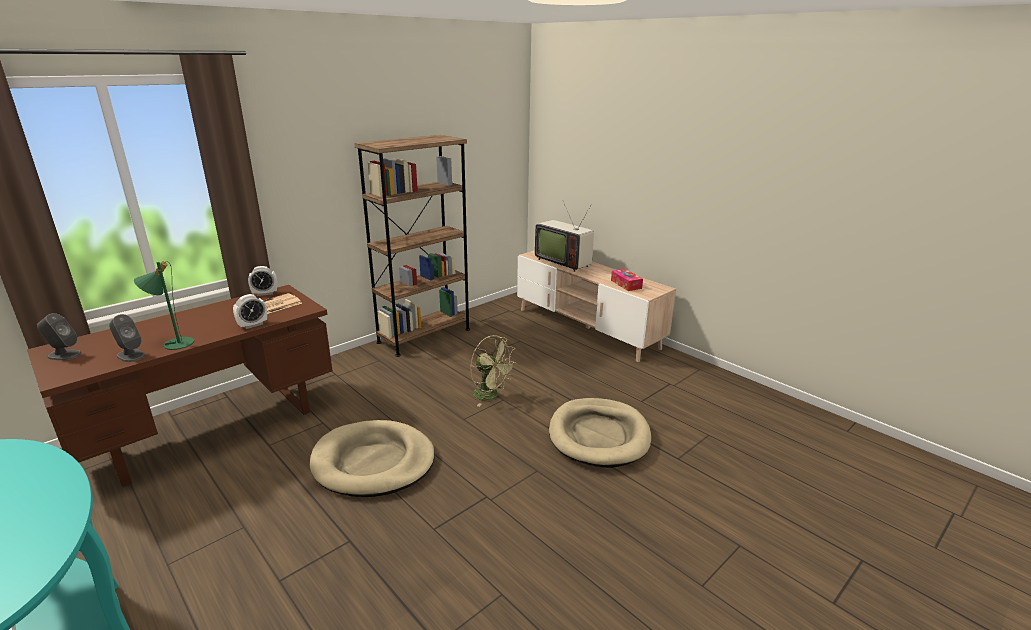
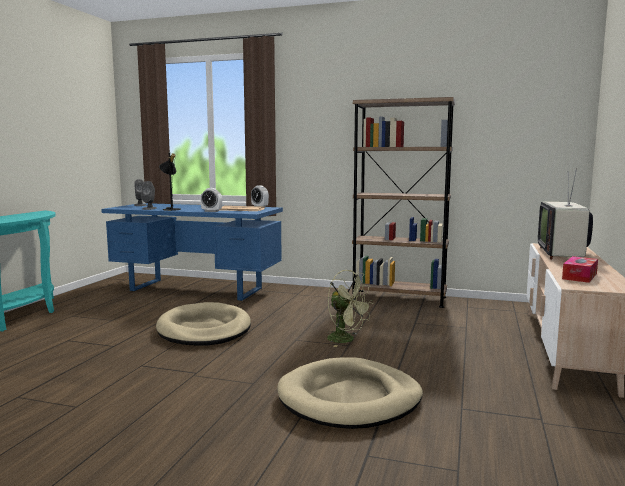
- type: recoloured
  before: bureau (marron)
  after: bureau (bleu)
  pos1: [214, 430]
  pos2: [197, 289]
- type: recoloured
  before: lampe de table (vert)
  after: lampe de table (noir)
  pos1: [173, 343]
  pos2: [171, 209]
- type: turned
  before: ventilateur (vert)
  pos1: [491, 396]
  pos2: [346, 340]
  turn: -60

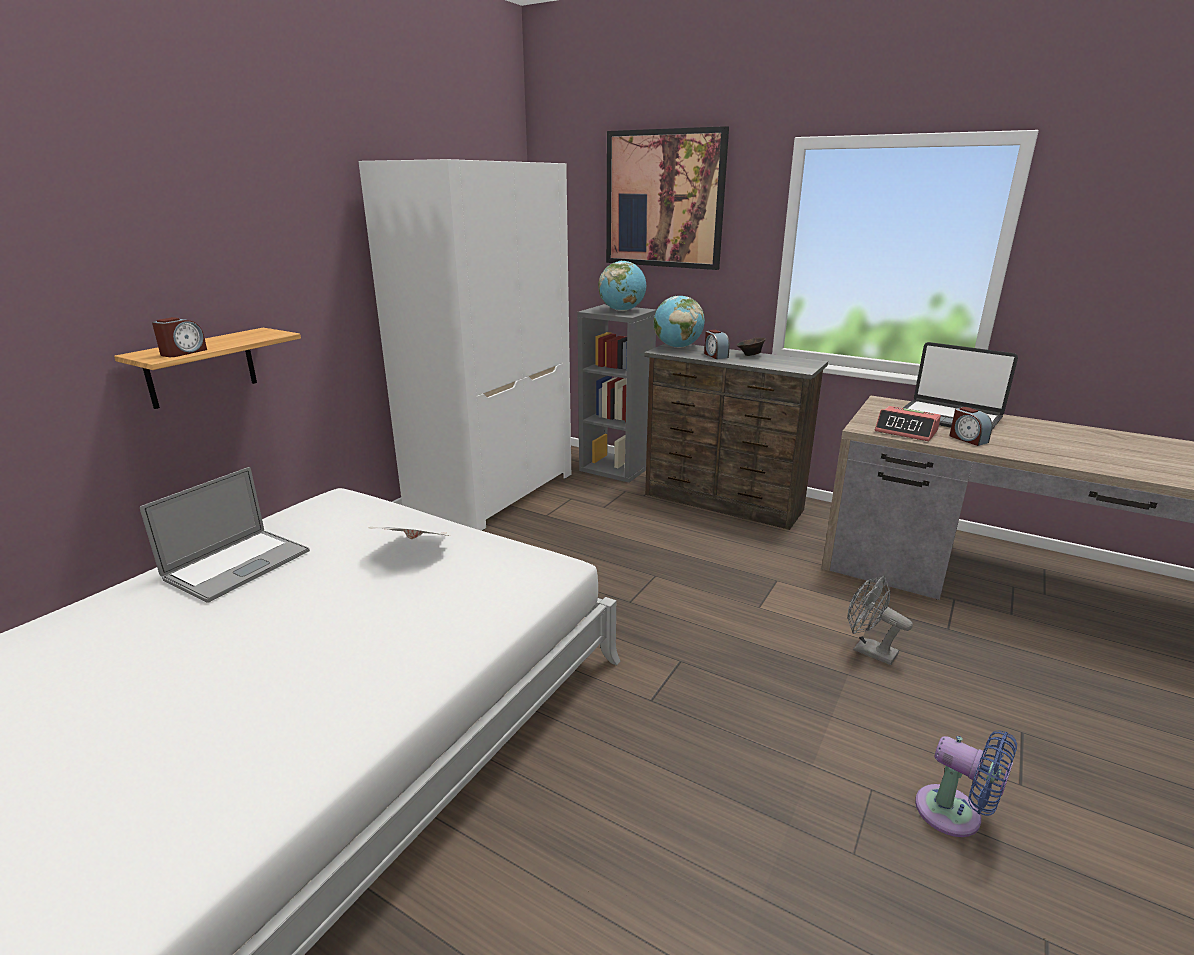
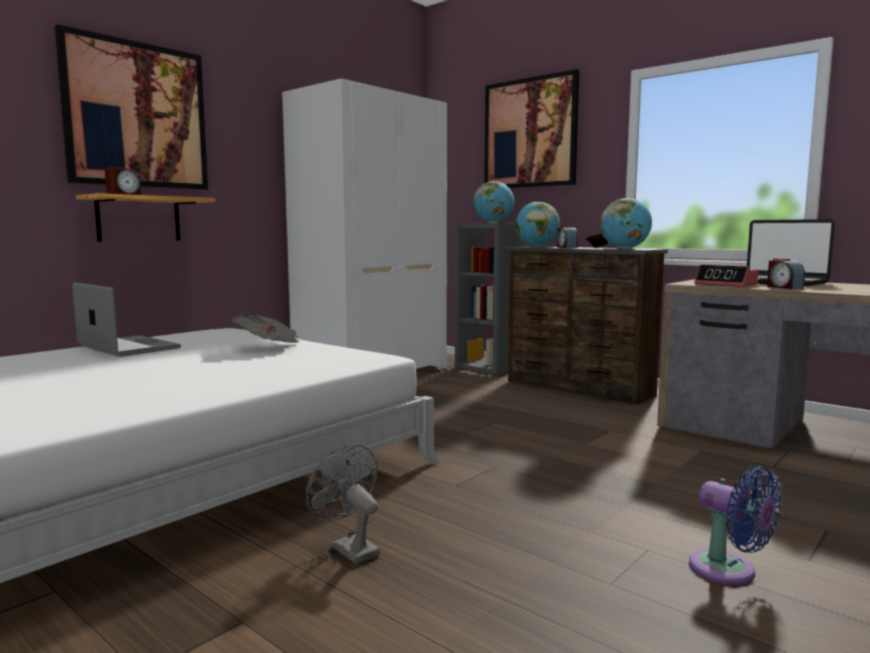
- type: added
  after: tableau
  pos2: [137, 115]
- type: turned
  before: ordinateur portable
  pos1: [238, 565]
  pos2: [128, 347]
  turn: -90
- type: moved
  before: ventilateur (gris)
  pos1: [868, 650]
  pos2: [349, 548]
- type: added
  after: globe
  pos2: [625, 249]

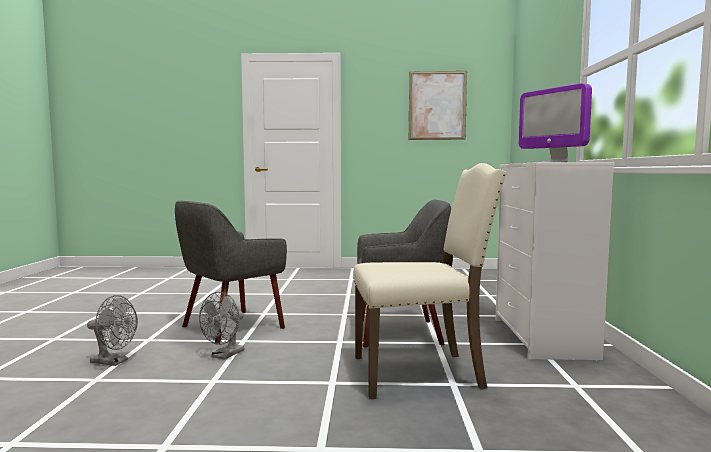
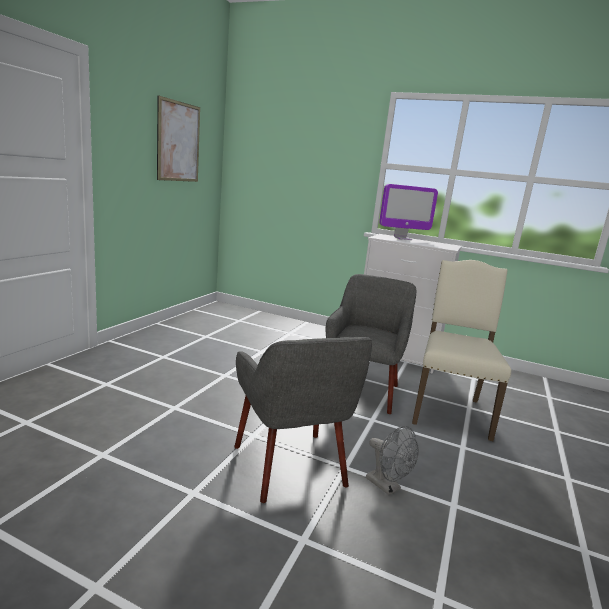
- type: removed
  before: ventilateur (gris)
  pos1: [114, 362]

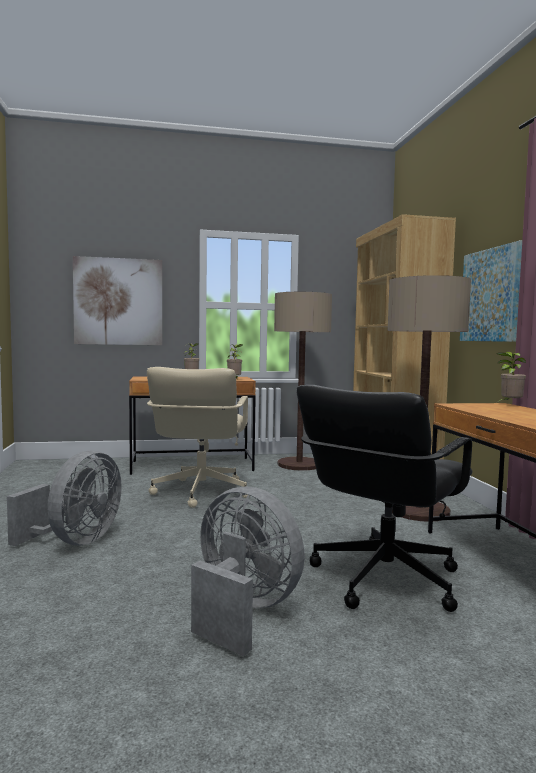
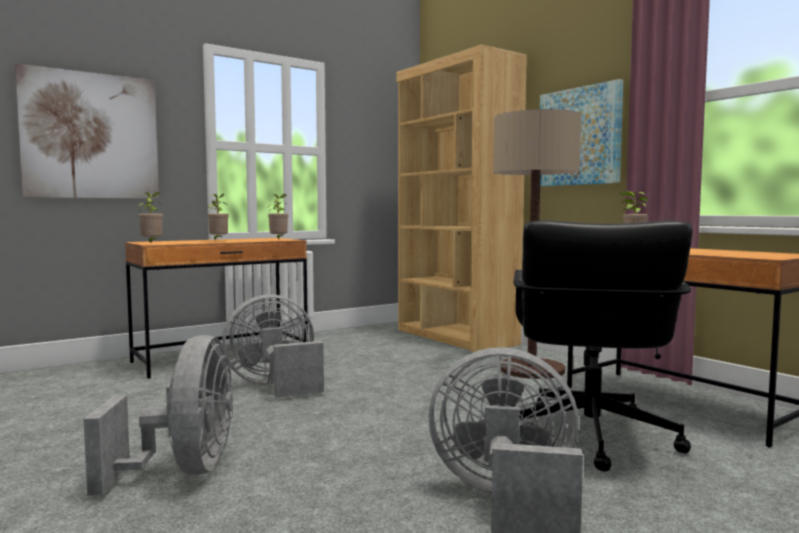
- type: added
  after: plante en pot
  pos2: [152, 244]
- type: replaced
  before: chaise de bureau (beige)
  after: ventilateur (gris)
  pos1: [200, 493]
  pos2: [275, 386]
- type: removed
  before: lampadaire
  pos1: [299, 464]

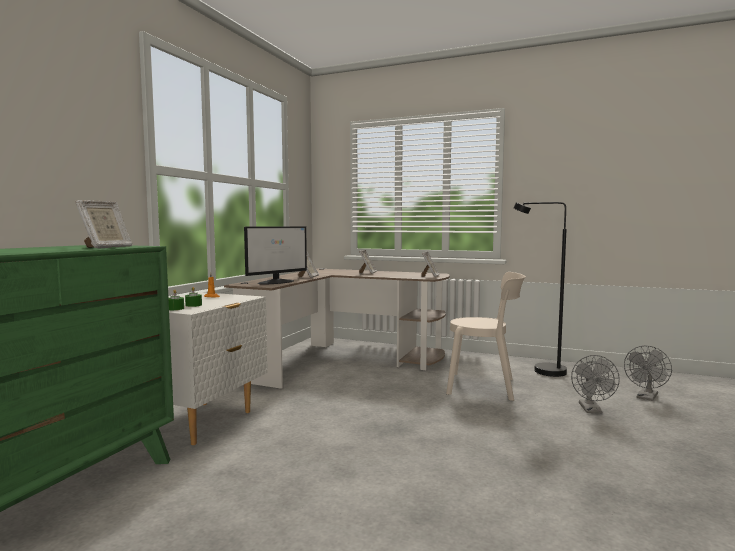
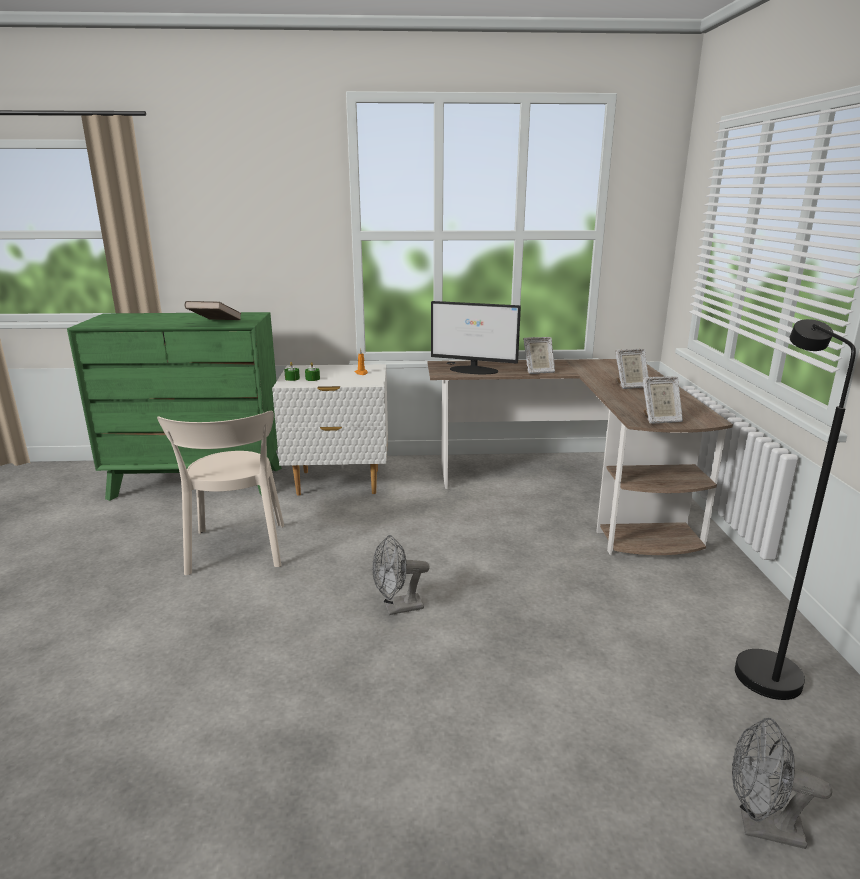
- type: moved
  before: chaise (beige)
  pos1: [485, 387]
  pos2: [237, 551]
- type: replaced
  before: cadre photo
  after: livre (marron)
  pos1: [106, 247]
  pos2: [215, 323]
- type: moved
  before: ventilateur (gris)
  pos1: [592, 410]
  pos2: [397, 608]

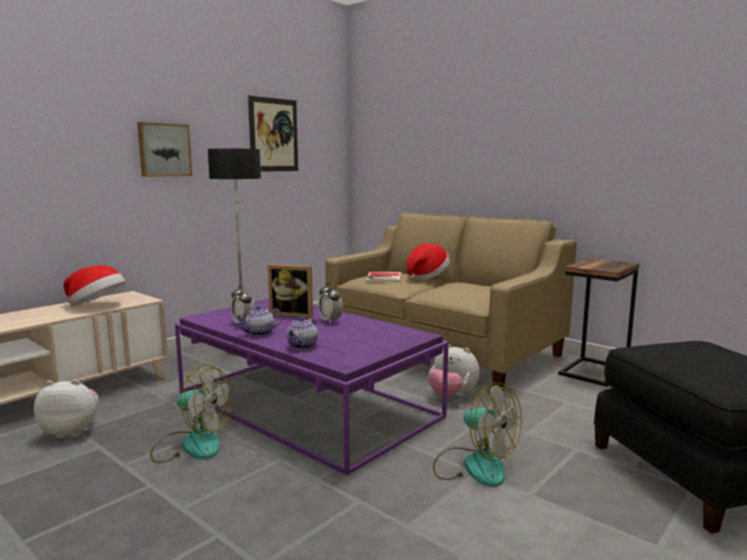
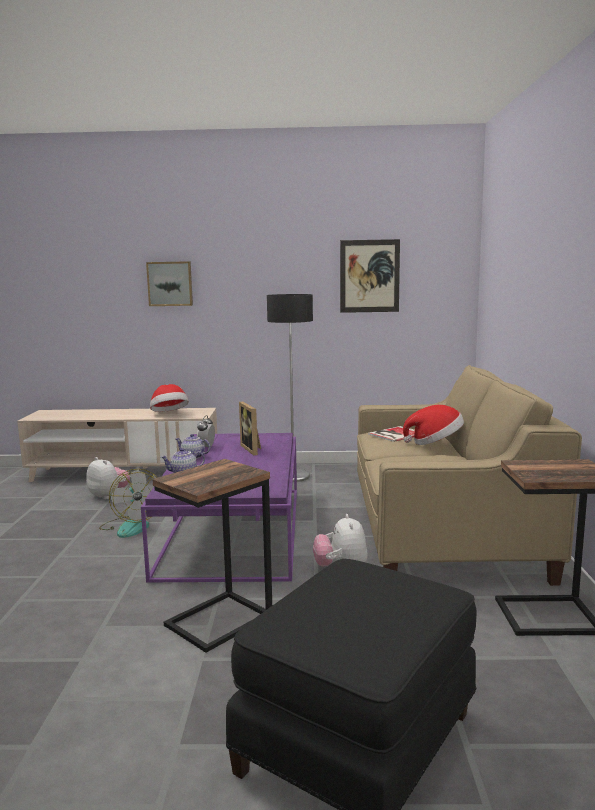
- type: moved
  before: tableau
  pos1: [164, 150]
  pos2: [170, 284]
- type: replaced
  before: ventilateur
  after: table d'appoint
  pos1: [474, 465]
  pos2: [220, 621]
- type: removed
  before: réveil
  pos1: [330, 321]

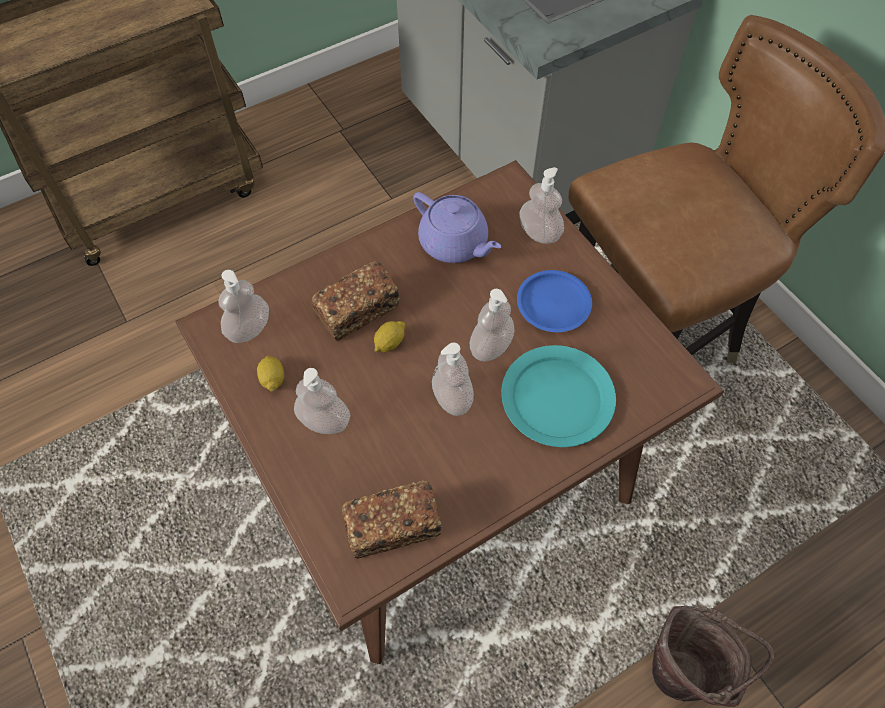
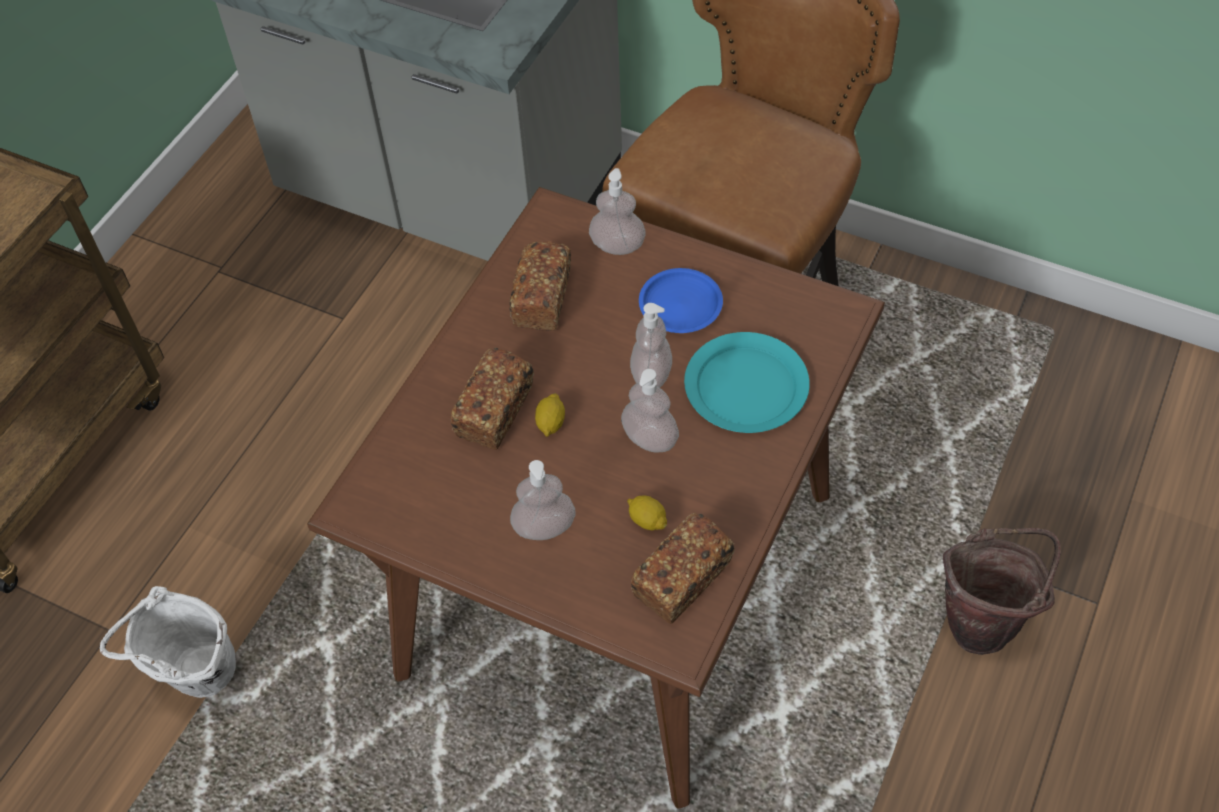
- type: added
  after: seau (blanc)
  pos2: [197, 681]
- type: replaced
  before: théière (violet)
  after: pain
  pos1: [454, 244]
  pos2: [542, 298]
- type: moved
  before: citron
  pos1: [272, 379]
  pos2: [647, 520]
- type: removed
  before: distributeur de savon
  pos1: [249, 329]

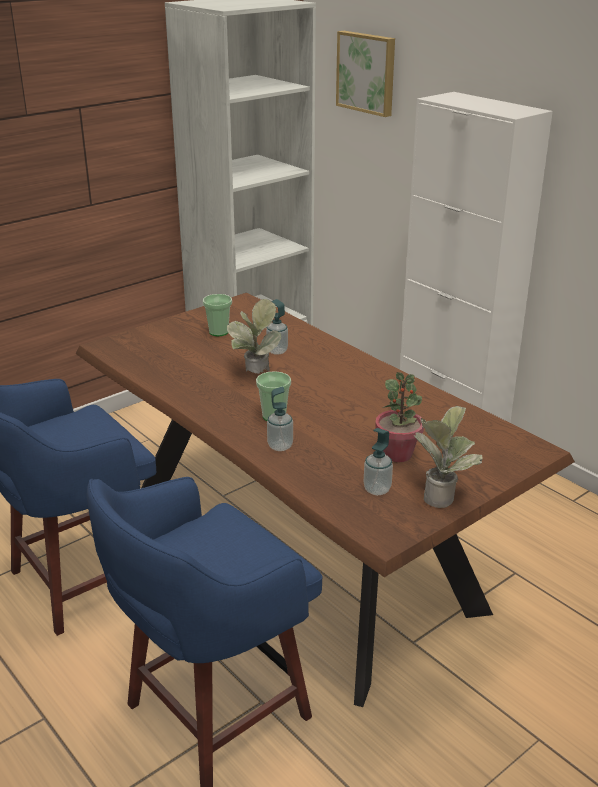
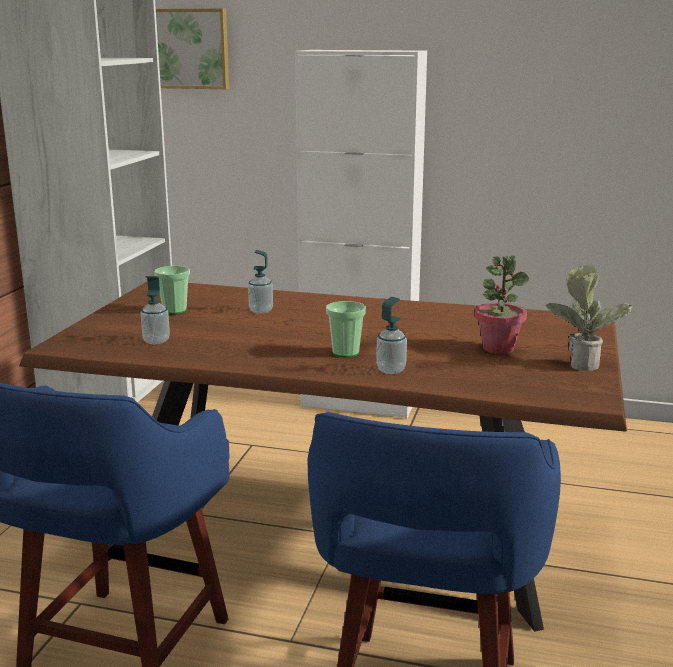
- type: moved
  before: distributeur de savon
  pos1: [377, 489]
  pos2: [156, 341]
- type: removed
  before: plante en pot
  pos1: [254, 376]

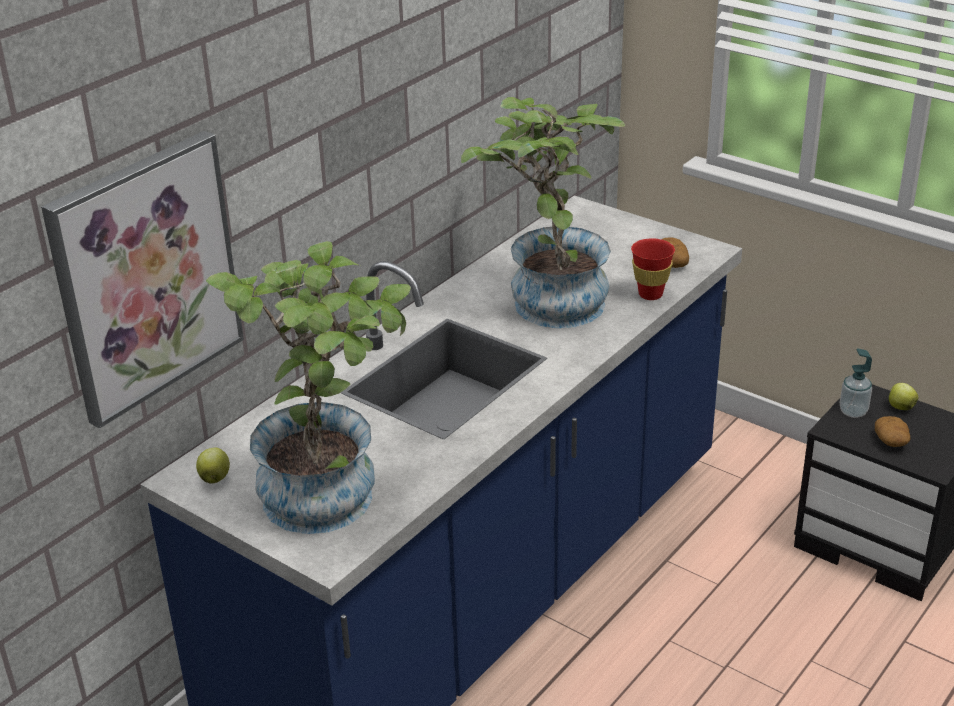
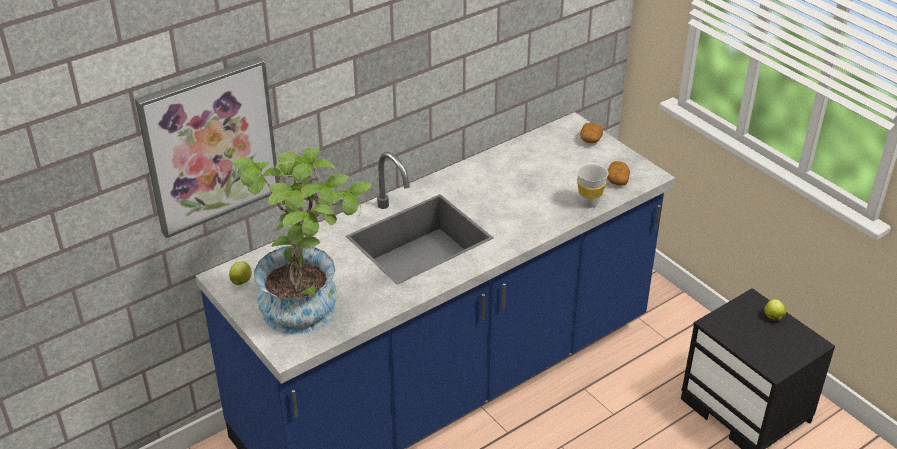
- type: recoloured
  before: tasse (rouge)
  after: tasse (blanc)
  pos1: [650, 294]
  pos2: [589, 203]
- type: moved
  before: pomme de terre
  pos1: [891, 441]
  pos2: [590, 140]
- type: removed
  before: plante en pot
  pos1: [547, 299]
- type: removed
  before: distributeur de savon
  pos1: [853, 411]

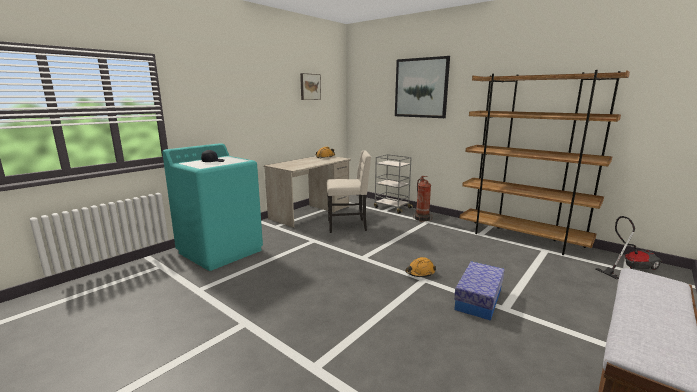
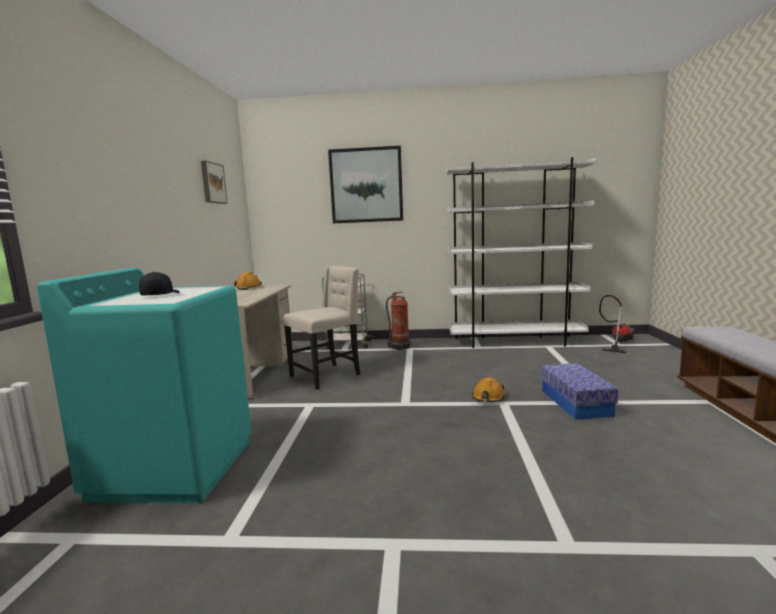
- type: recoloured
  before: bibliothèque (marron)
  after: bibliothèque (blanc)
  pos1: [521, 238]
  pos2: [515, 342]

